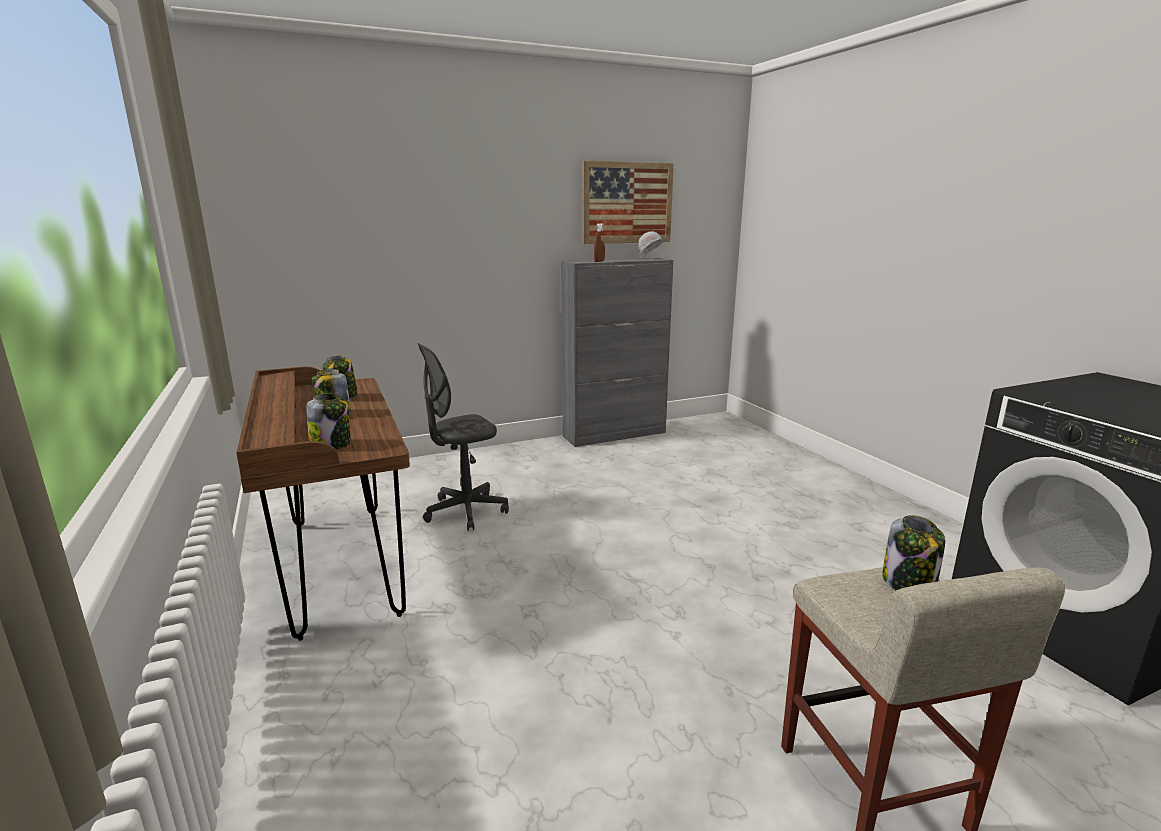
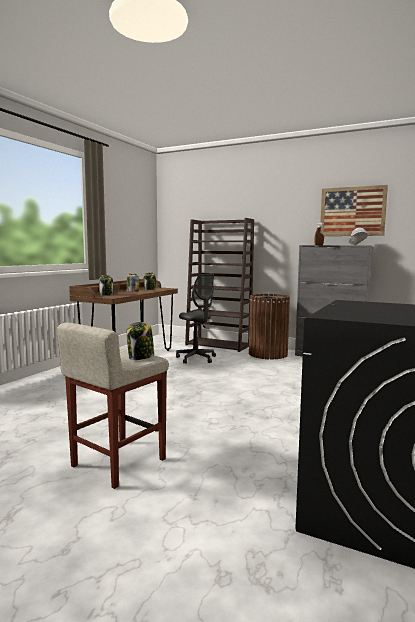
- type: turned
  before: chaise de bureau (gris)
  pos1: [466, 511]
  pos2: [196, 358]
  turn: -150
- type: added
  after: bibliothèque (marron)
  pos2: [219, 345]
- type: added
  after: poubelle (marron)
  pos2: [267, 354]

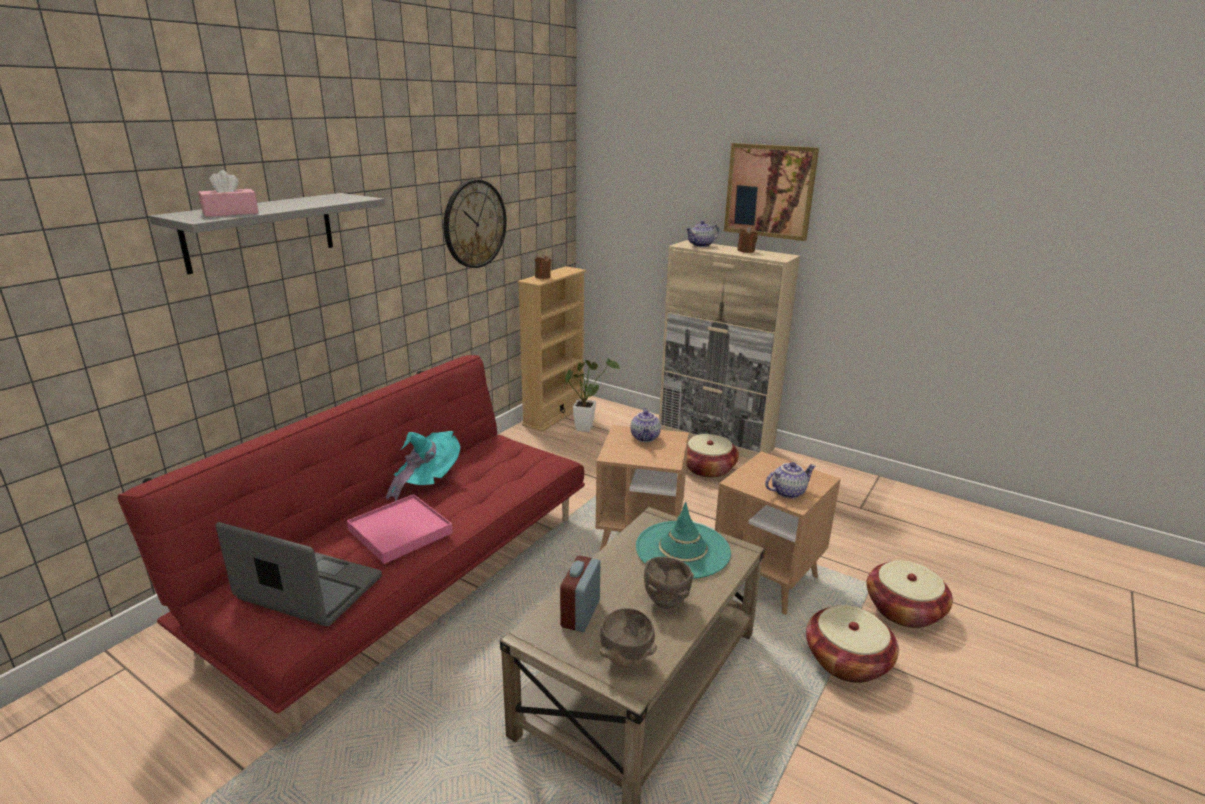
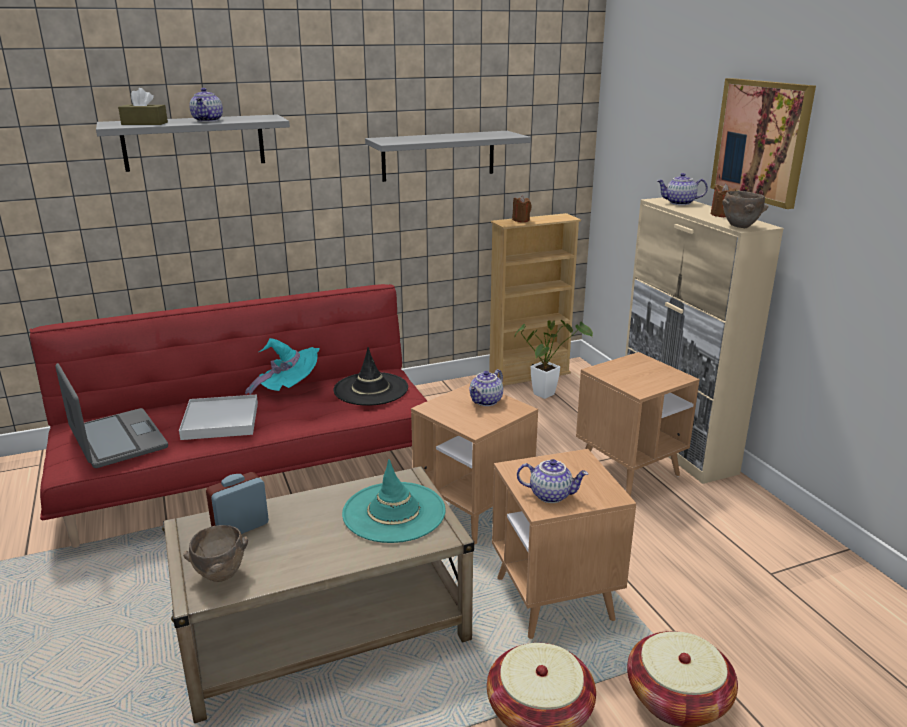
- type: recoloured
  before: boîte à mouchoirs (rose)
  after: boîte à mouchoirs (marron)
  pos1: [230, 213]
  pos2: [144, 123]
- type: recoloured
  before: plateau (rose)
  after: plateau (blanc)
  pos1: [400, 531]
  pos2: [220, 421]
- type: added
  after: théière
  pos2: [208, 120]
- type: added
  after: chapeau (noir)
  pos2: [371, 389]
- type: replaced
  before: horloge murale
  after: étagère (gris)
  pos1: [474, 224]
  pos2: [438, 155]
- type: replaced
  before: panier
  after: table d'appoint (marron)
  pos1: [708, 468]
  pos2: [628, 470]
- type: moved
  before: bol (marron)
  pos1: [667, 603]
  pos2: [740, 227]

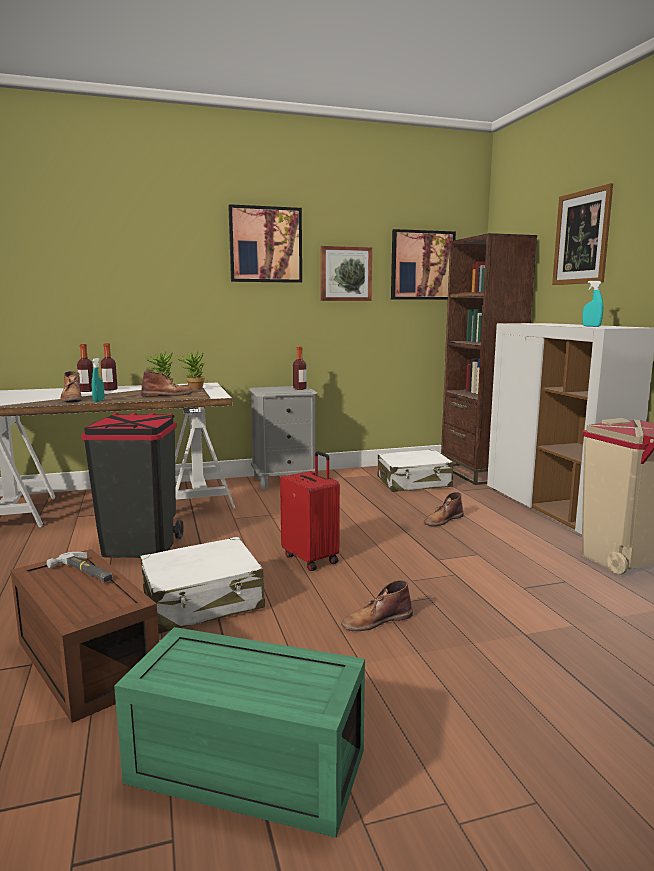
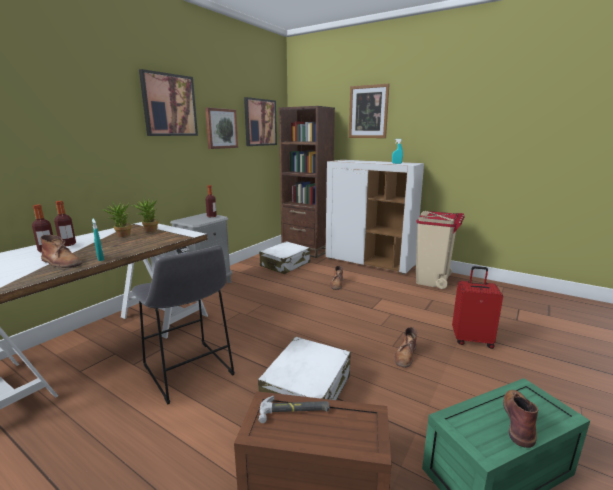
- type: replaced
  before: poubelle (noir)
  after: tabouret (gris)
  pos1: [140, 546]
  pos2: [189, 373]
- type: moved
  before: valise (rouge)
  pos1: [311, 559]
  pos2: [472, 340]
- type: moved
  before: botte (marron)
  pos1: [168, 395]
  pos2: [518, 419]

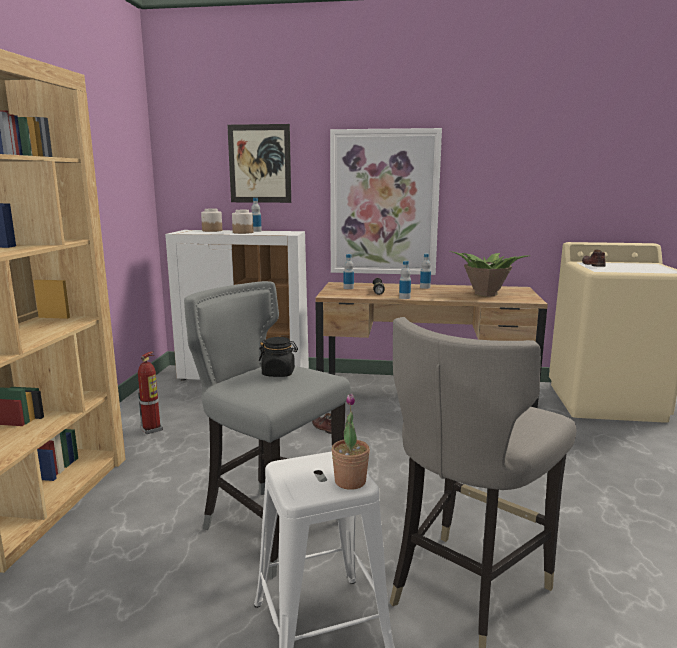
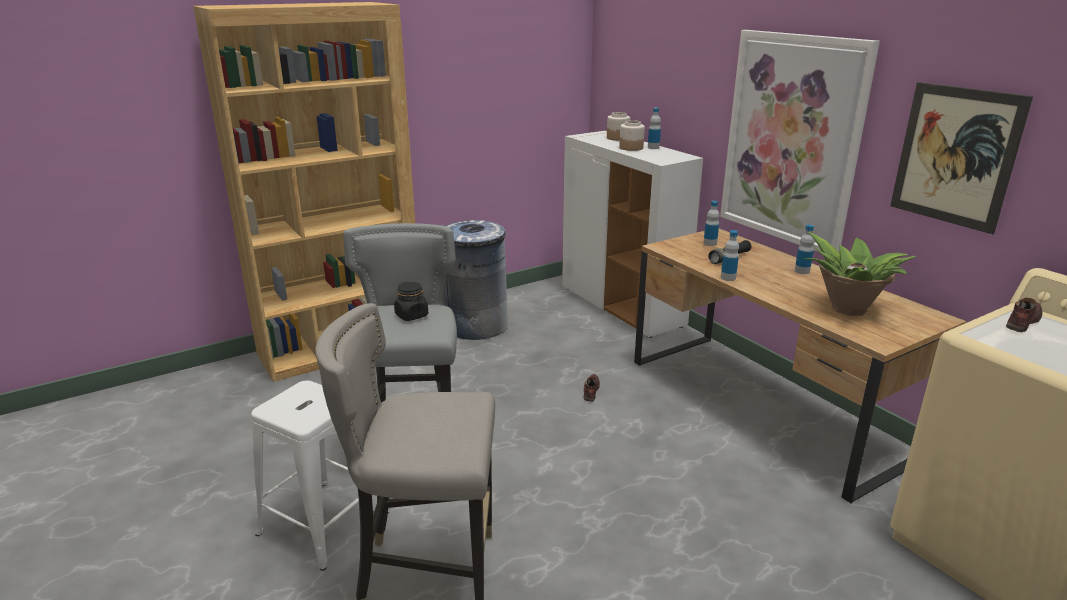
- type: replaced
  before: extincteur
  after: poubelle (gris)
  pos1: [152, 429]
  pos2: [475, 326]
- type: moved
  before: tableau
  pos1: [259, 164]
  pos2: [955, 156]
- type: removed
  before: plante en pot
  pos1: [350, 481]

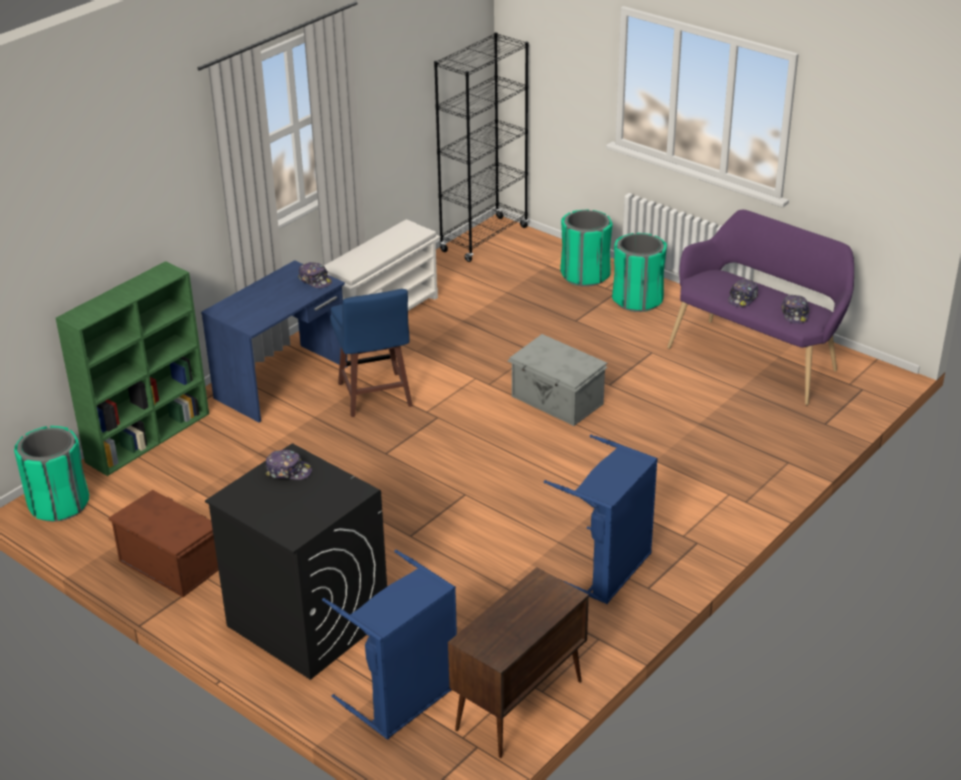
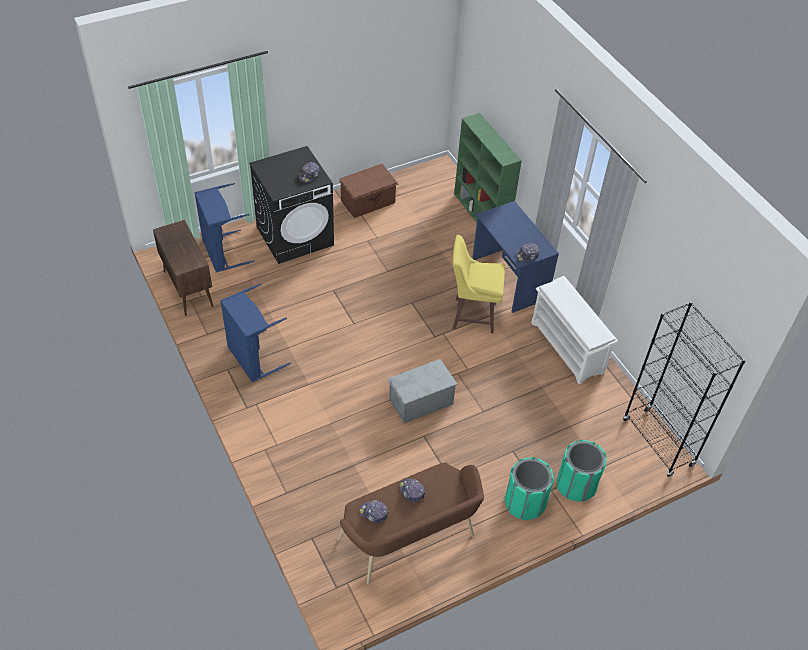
- type: recoloured
  before: banc (violet)
  after: banc (marron)
  pos1: [758, 357]
  pos2: [410, 541]
- type: recoloured
  before: tabouret (bleu)
  after: tabouret (jaune)
  pos1: [374, 396]
  pos2: [472, 315]
- type: removed
  before: poubelle (vert)
  pos1: [58, 504]

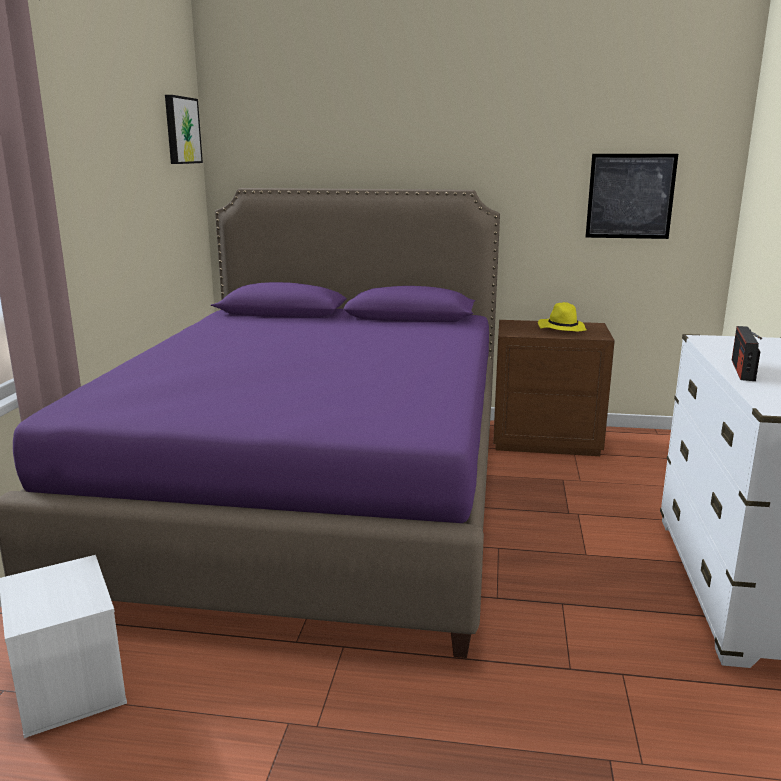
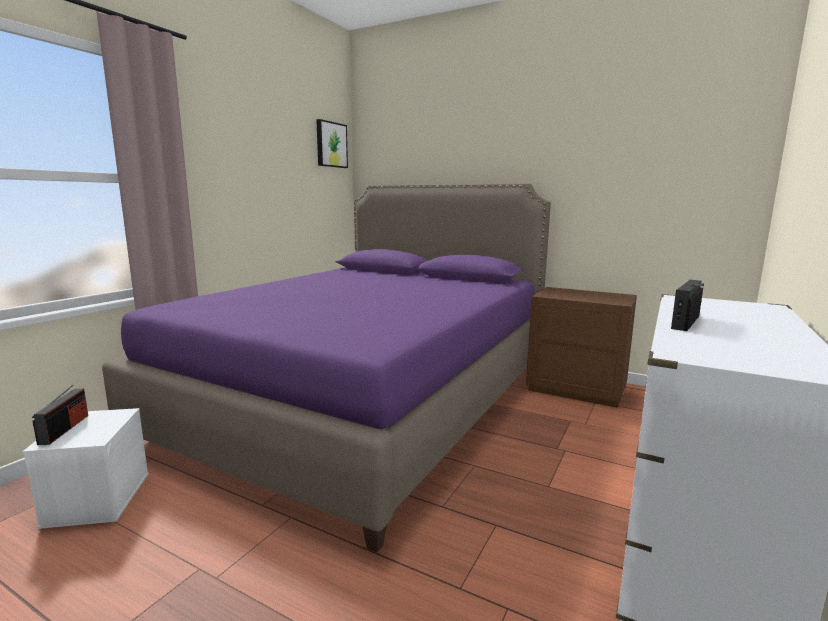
- type: added
  after: radio
  pos2: [64, 429]
- type: removed
  before: chapeau (jaune)
  pos1: [561, 329]
- type: removed
  before: tableau
  pos1: [630, 196]

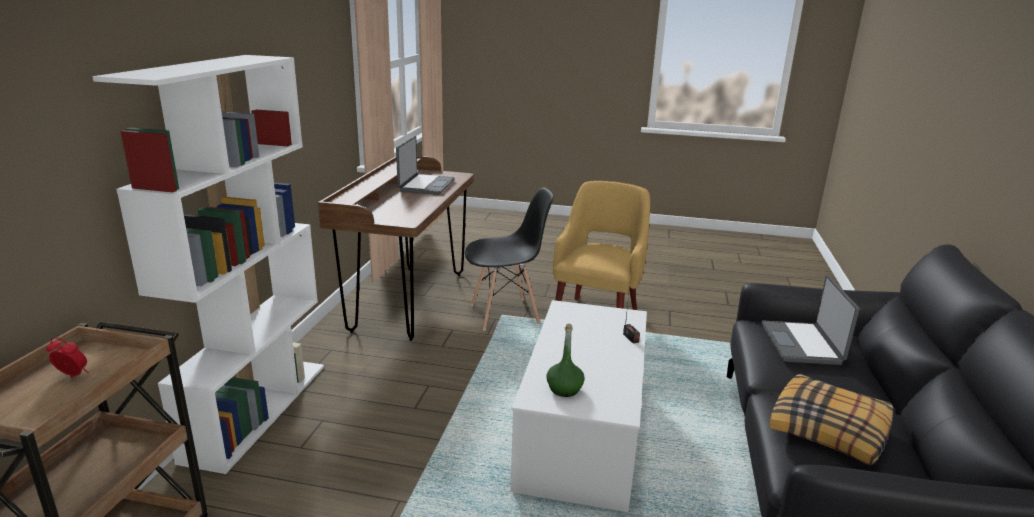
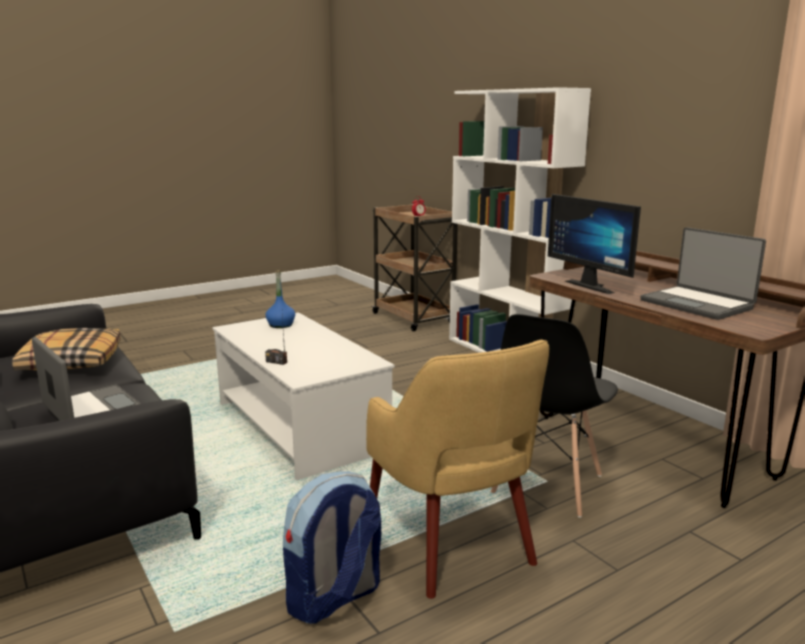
- type: recoloured
  before: bouteille (vert)
  after: bouteille (bleu)
  pos1: [564, 389]
  pos2: [280, 325]
- type: added
  after: sac à dos
  pos2: [334, 598]
- type: added
  after: écran d'ordinateur
  pos2: [593, 286]

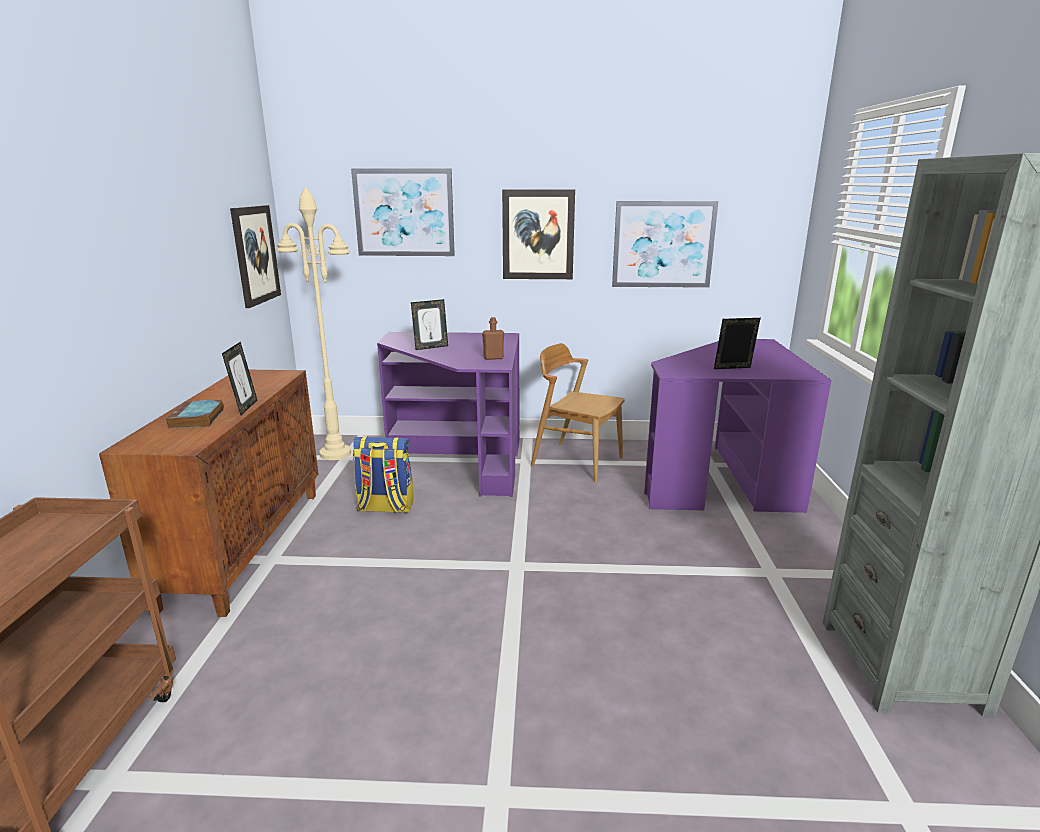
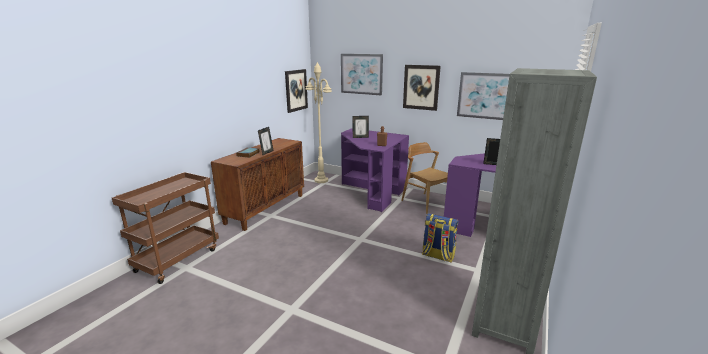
- type: moved
  before: sac à dos
  pos1: [385, 507]
  pos2: [437, 256]

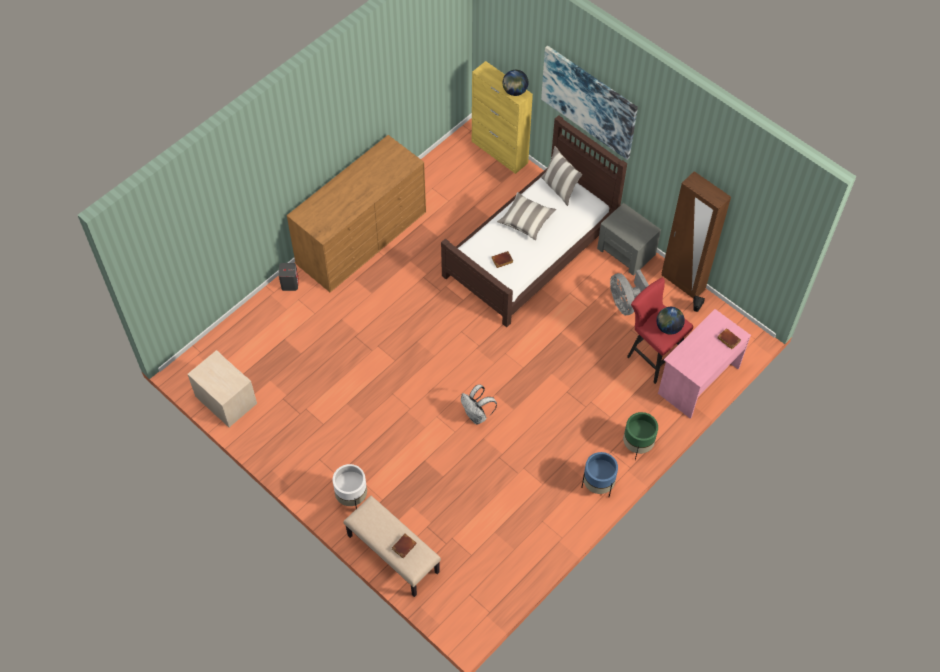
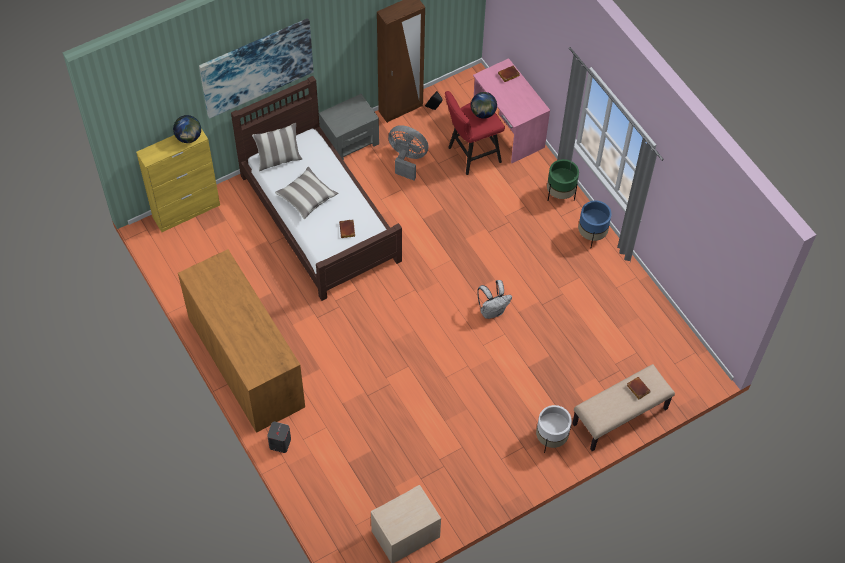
- type: turned
  before: ventilateur (gris)
  pos1: [625, 303]
  pos2: [407, 159]
  turn: -150

